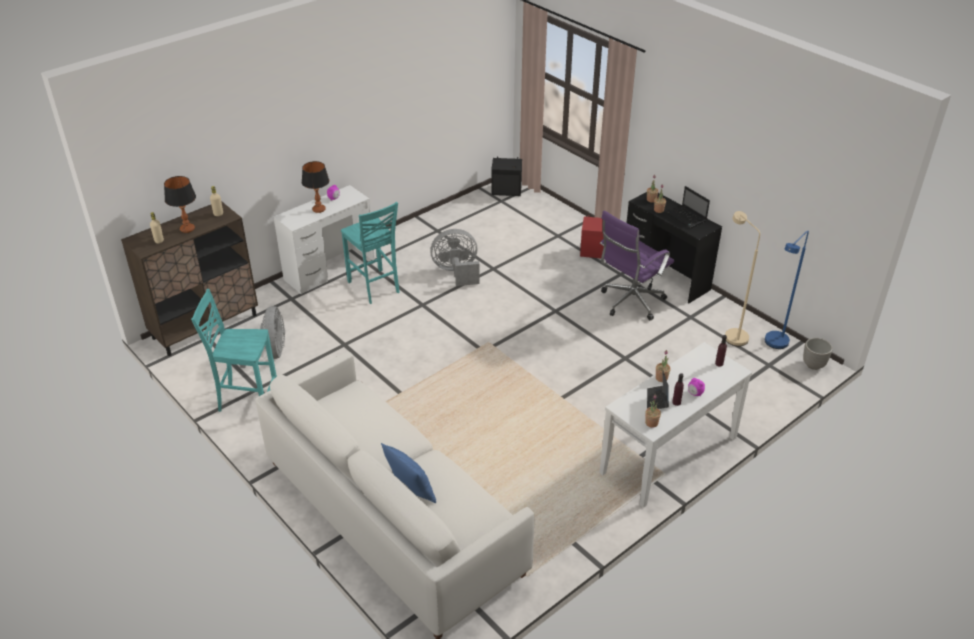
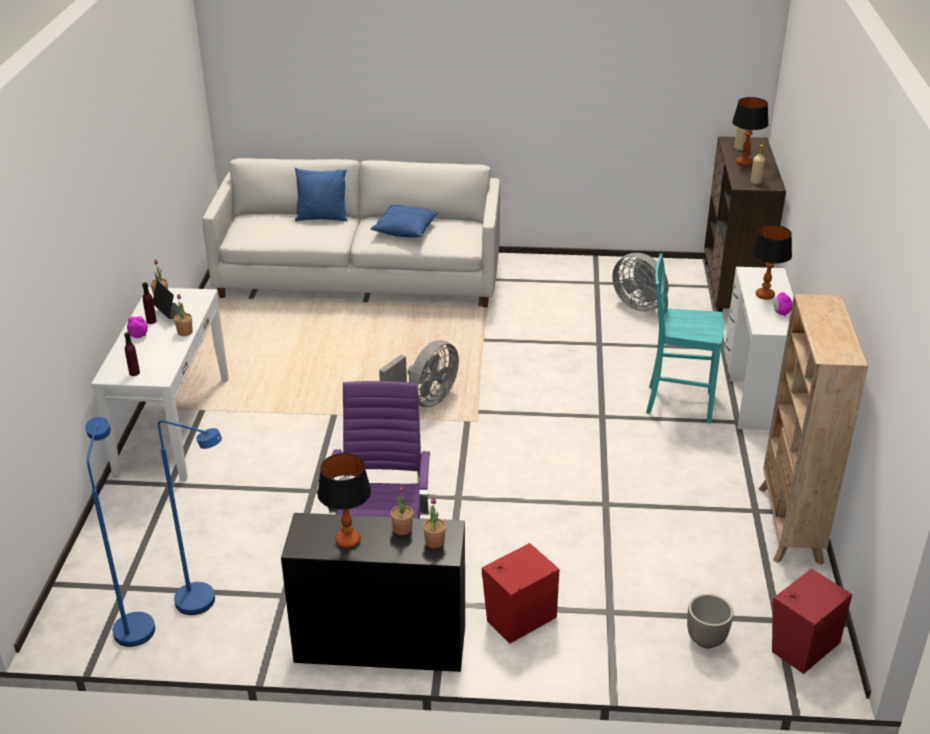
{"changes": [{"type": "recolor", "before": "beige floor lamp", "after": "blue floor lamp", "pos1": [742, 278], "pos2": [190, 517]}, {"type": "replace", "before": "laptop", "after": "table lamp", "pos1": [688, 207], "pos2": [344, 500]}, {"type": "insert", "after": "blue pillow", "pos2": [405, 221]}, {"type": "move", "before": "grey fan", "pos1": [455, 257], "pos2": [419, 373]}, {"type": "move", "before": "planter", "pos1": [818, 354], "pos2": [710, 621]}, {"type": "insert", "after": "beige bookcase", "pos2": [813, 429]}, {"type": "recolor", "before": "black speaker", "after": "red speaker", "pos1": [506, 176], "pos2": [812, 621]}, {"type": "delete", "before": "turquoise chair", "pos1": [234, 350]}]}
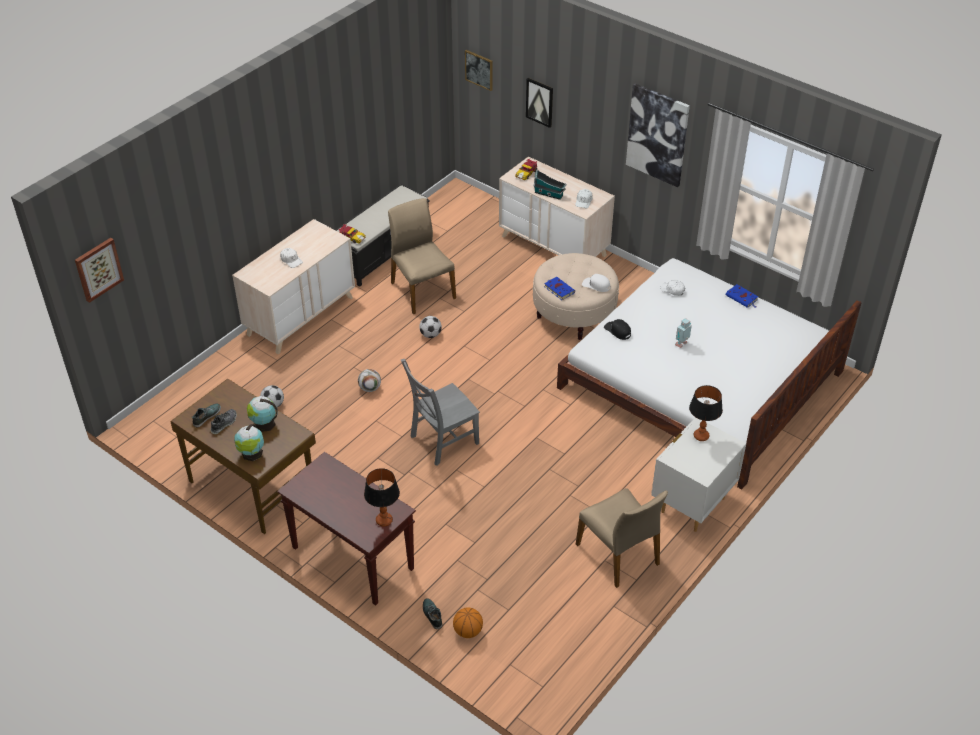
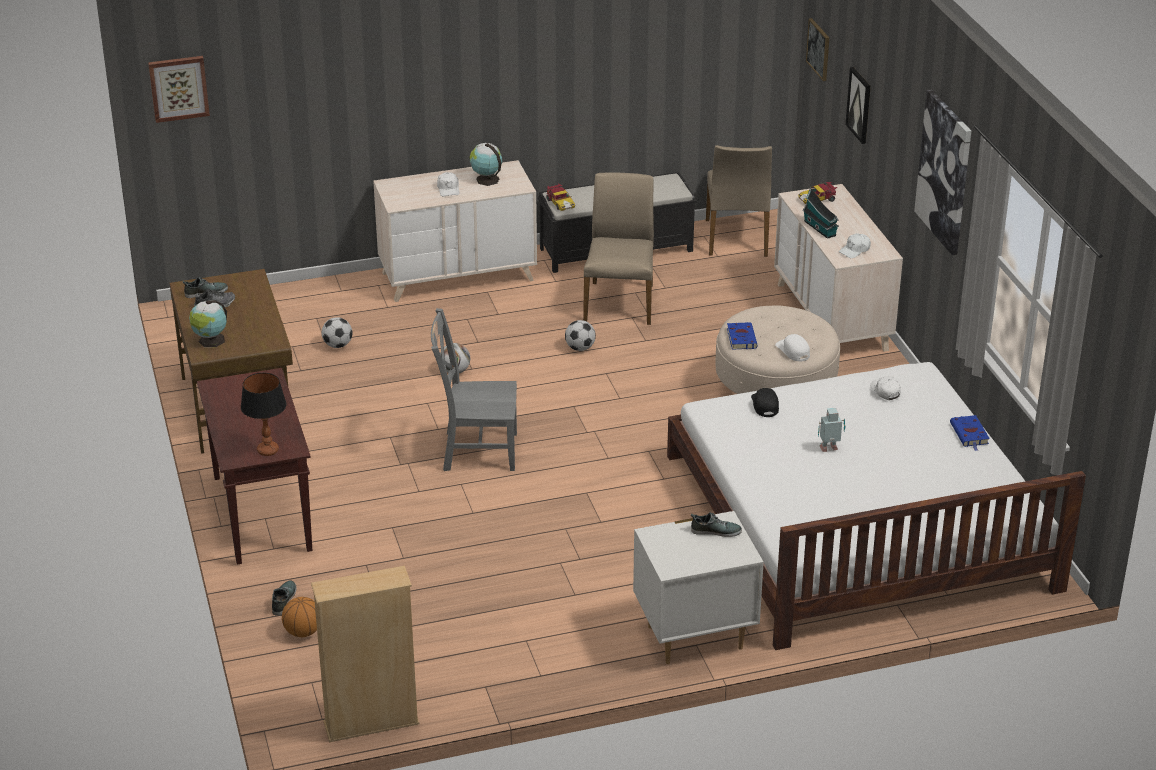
{"changes": [{"type": "insert", "after": "beige bookcase", "pos2": [365, 654]}, {"type": "move", "before": "globe", "pos1": [262, 414], "pos2": [486, 164]}, {"type": "replace", "before": "table lamp", "after": "shoe", "pos1": [706, 413], "pos2": [716, 524]}, {"type": "move", "before": "beige chair", "pos1": [622, 538], "pos2": [739, 201]}]}
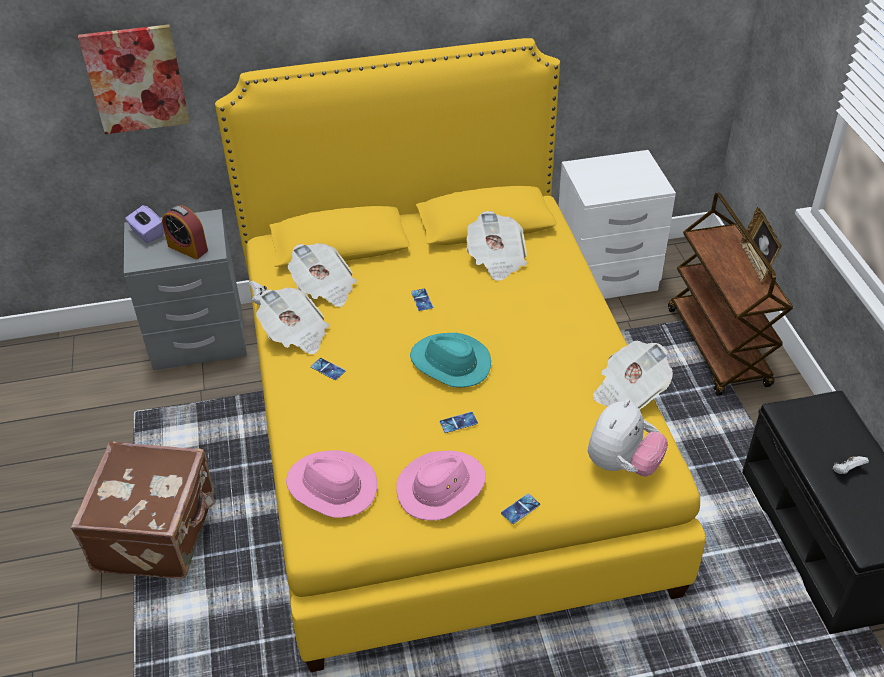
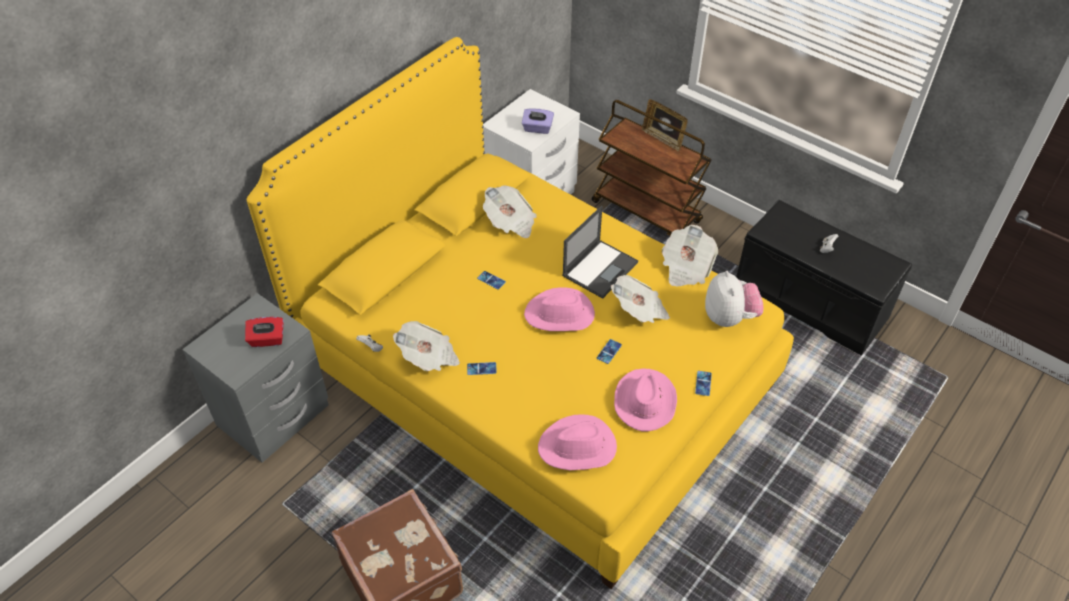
{"changes": [{"type": "replace", "before": "alarm clock", "after": "red tissue box", "pos1": [185, 232], "pos2": [264, 332]}, {"type": "move", "before": "purple tissue box", "pos1": [144, 224], "pos2": [538, 121]}, {"type": "recolor", "before": "turquoise hat", "after": "pink hat", "pos1": [450, 360], "pos2": [559, 309]}, {"type": "insert", "after": "laptop", "pos2": [600, 252]}, {"type": "move", "before": "newspaper", "pos1": [322, 275], "pos2": [640, 299]}, {"type": "delete", "before": "picture", "pos1": [134, 79]}]}
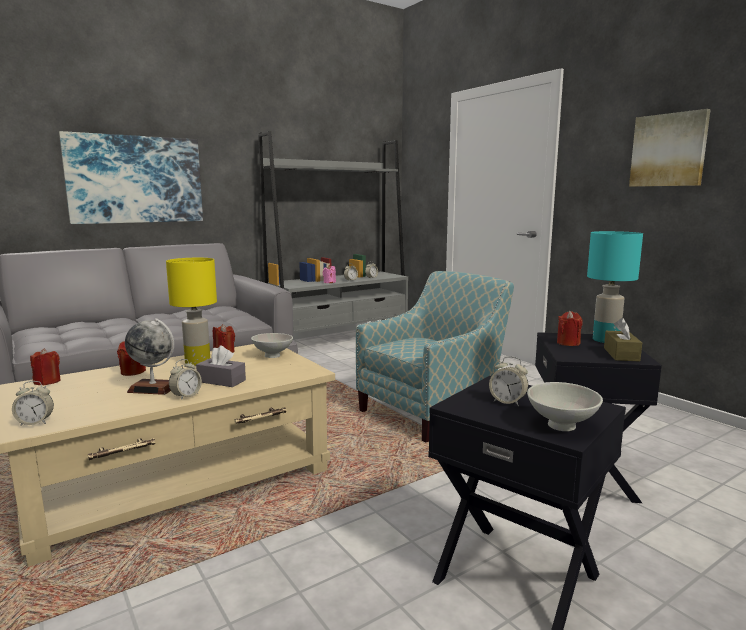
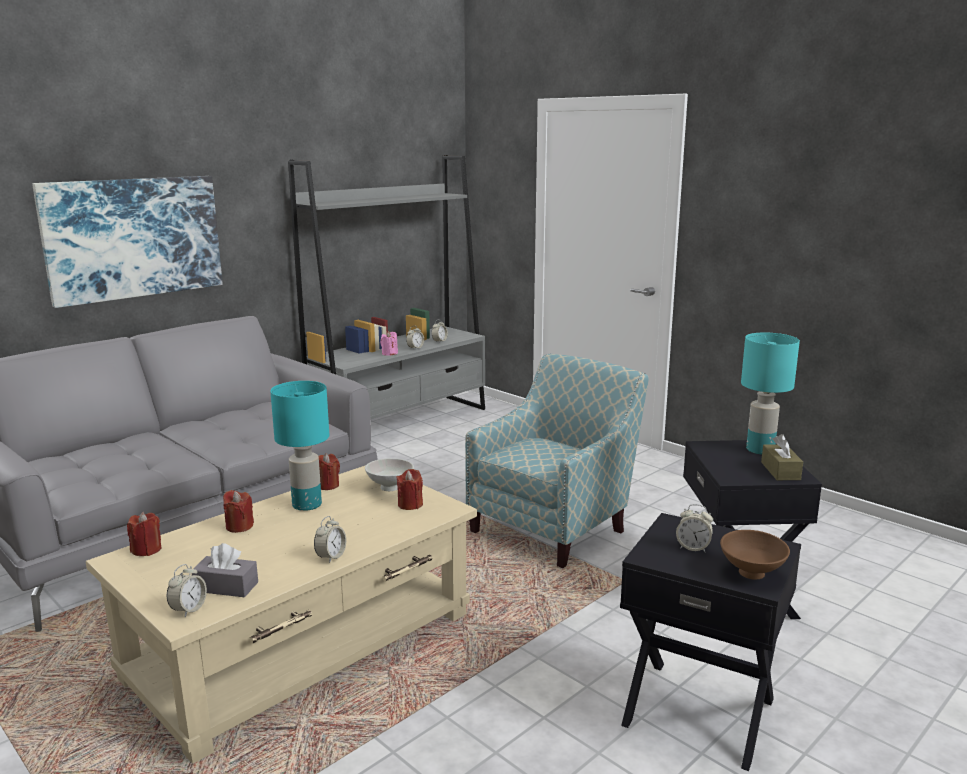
{"changes": [{"type": "rotate", "before": "alarm clock", "pos1": [33, 403], "pos2": [187, 590], "turn": -45}, {"type": "move", "before": "grey tissue box", "pos1": [221, 366], "pos2": [225, 570]}, {"type": "recolor", "before": "yellow table lamp", "after": "turquoise table lamp", "pos1": [191, 312], "pos2": [299, 446]}, {"type": "move", "before": "red candle", "pos1": [569, 328], "pos2": [409, 489]}, {"type": "recolor", "before": "white bowl", "after": "brown bowl", "pos1": [565, 406], "pos2": [755, 555]}, {"type": "delete", "before": "globe", "pos1": [149, 356]}, {"type": "delete", "before": "picture", "pos1": [670, 148]}]}
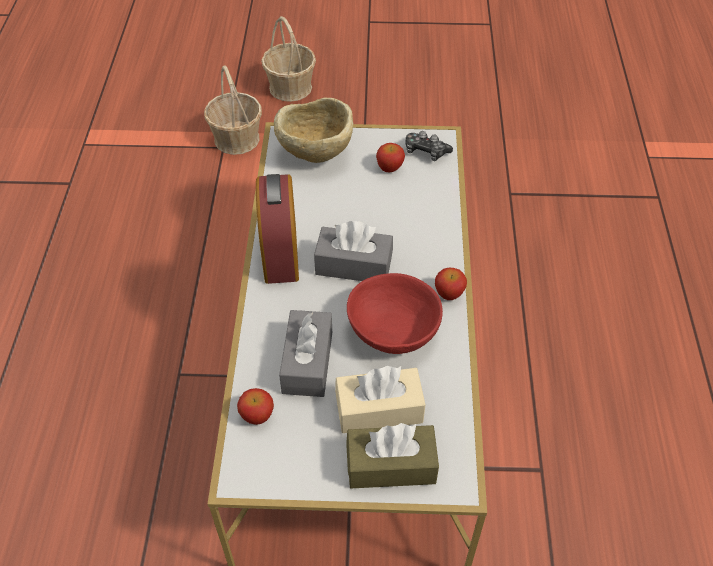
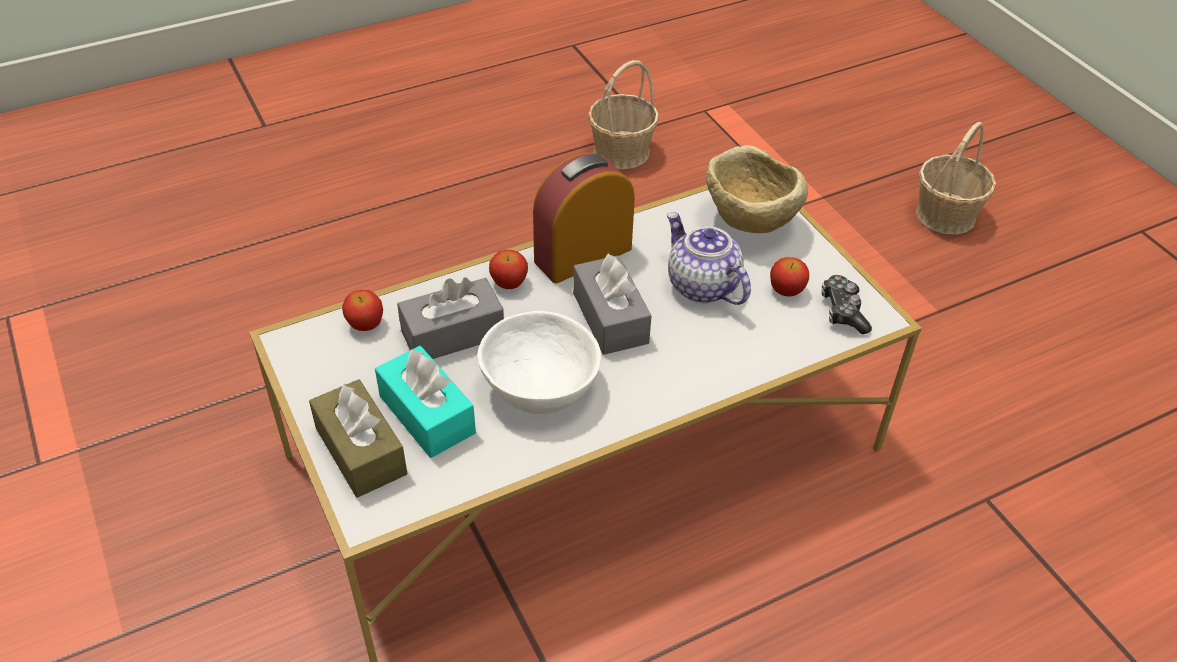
{"changes": [{"type": "recolor", "before": "beige tissue box", "after": "turquoise tissue box", "pos1": [380, 399], "pos2": [425, 402]}, {"type": "recolor", "before": "red bowl", "after": "white bowl", "pos1": [395, 313], "pos2": [539, 362]}, {"type": "move", "before": "apple", "pos1": [451, 284], "pos2": [508, 269]}, {"type": "move", "before": "basket", "pos1": [233, 110], "pos2": [623, 114]}, {"type": "insert", "after": "teapot", "pos2": [709, 258]}]}
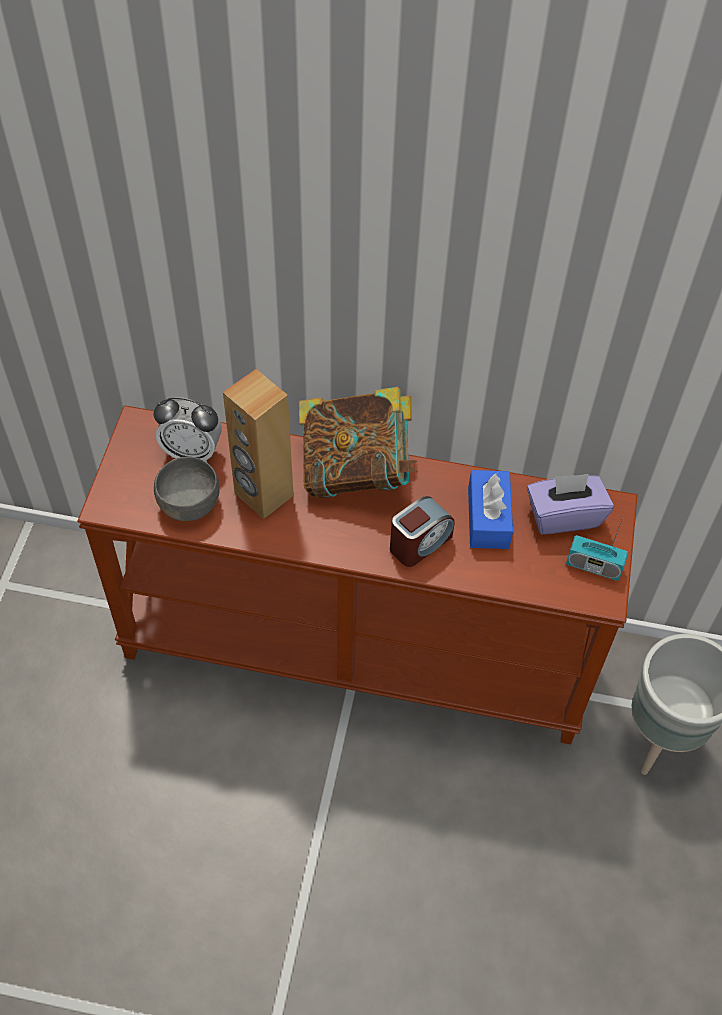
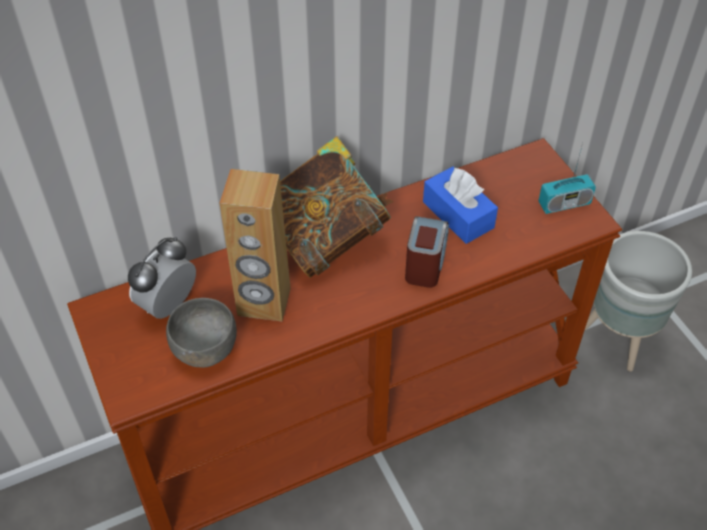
{"changes": [{"type": "rotate", "before": "alarm clock", "pos1": [187, 429], "pos2": [162, 278], "turn": 150}, {"type": "delete", "before": "purple tissue box", "pos1": [570, 504]}]}
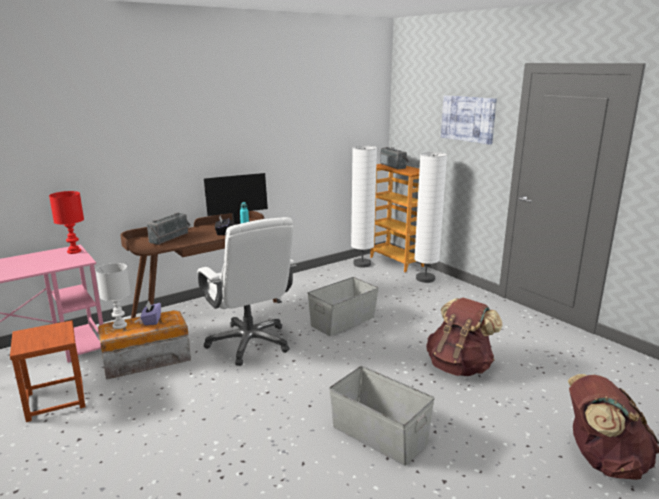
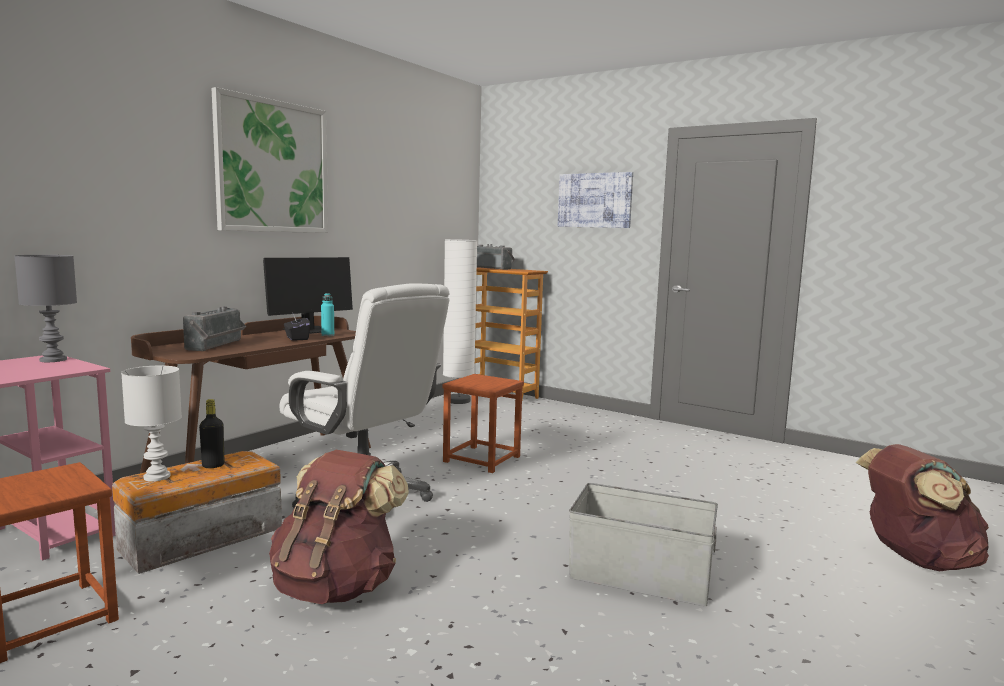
{"changes": [{"type": "recolor", "before": "red table lamp", "after": "grey table lamp", "pos1": [66, 222], "pos2": [45, 308]}, {"type": "replace", "before": "purple tissue box", "after": "black bottle", "pos1": [151, 313], "pos2": [211, 433]}, {"type": "insert", "after": "picture", "pos2": [270, 160]}, {"type": "move", "before": "brown backpack", "pos1": [464, 336], "pos2": [339, 527]}, {"type": "replace", "before": "grey storage box", "after": "brown stool", "pos1": [343, 306], "pos2": [483, 423]}, {"type": "delete", "before": "white floor lamp", "pos1": [430, 217]}]}
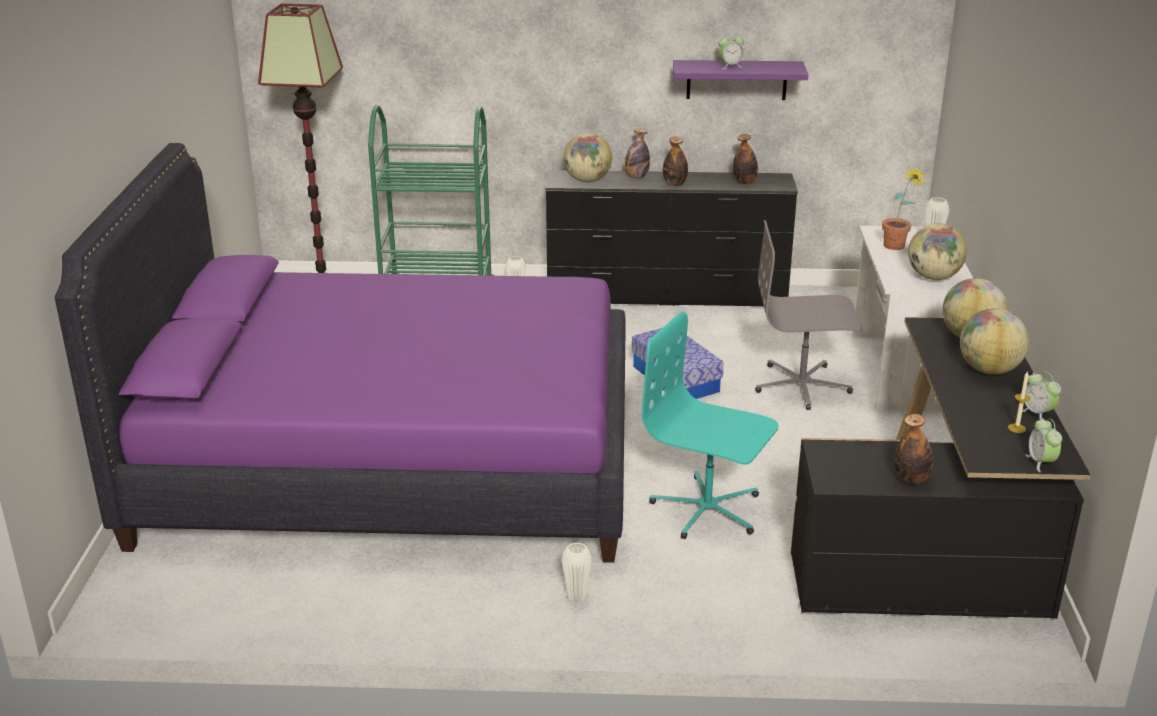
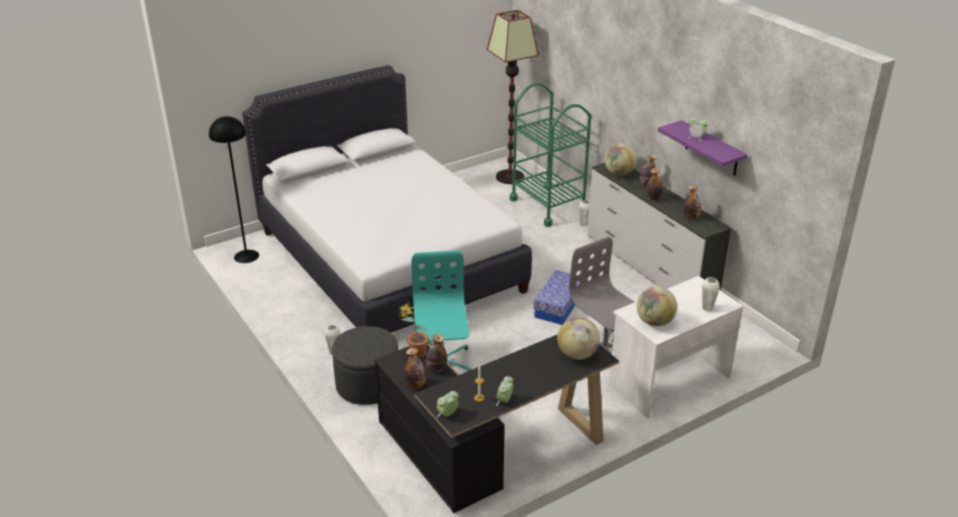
{"changes": [{"type": "insert", "after": "black floor lamp", "pos2": [234, 189]}, {"type": "recolor", "before": "purple bed", "after": "white bed", "pos1": [340, 353], "pos2": [387, 199]}, {"type": "insert", "after": "grey ottoman", "pos2": [365, 365]}, {"type": "move", "before": "potted plant", "pos1": [904, 208], "pos2": [413, 330]}, {"type": "insert", "after": "bottle", "pos2": [436, 353]}, {"type": "recolor", "before": "black dresser", "after": "white dresser", "pos1": [671, 238], "pos2": [659, 226]}, {"type": "delete", "before": "globe", "pos1": [994, 342]}]}
